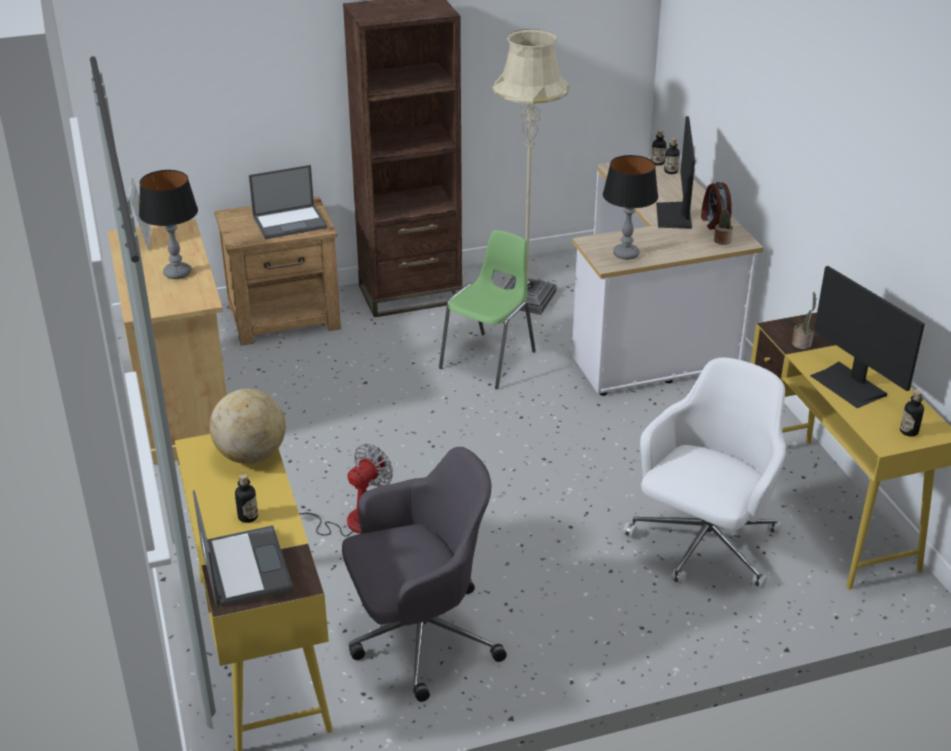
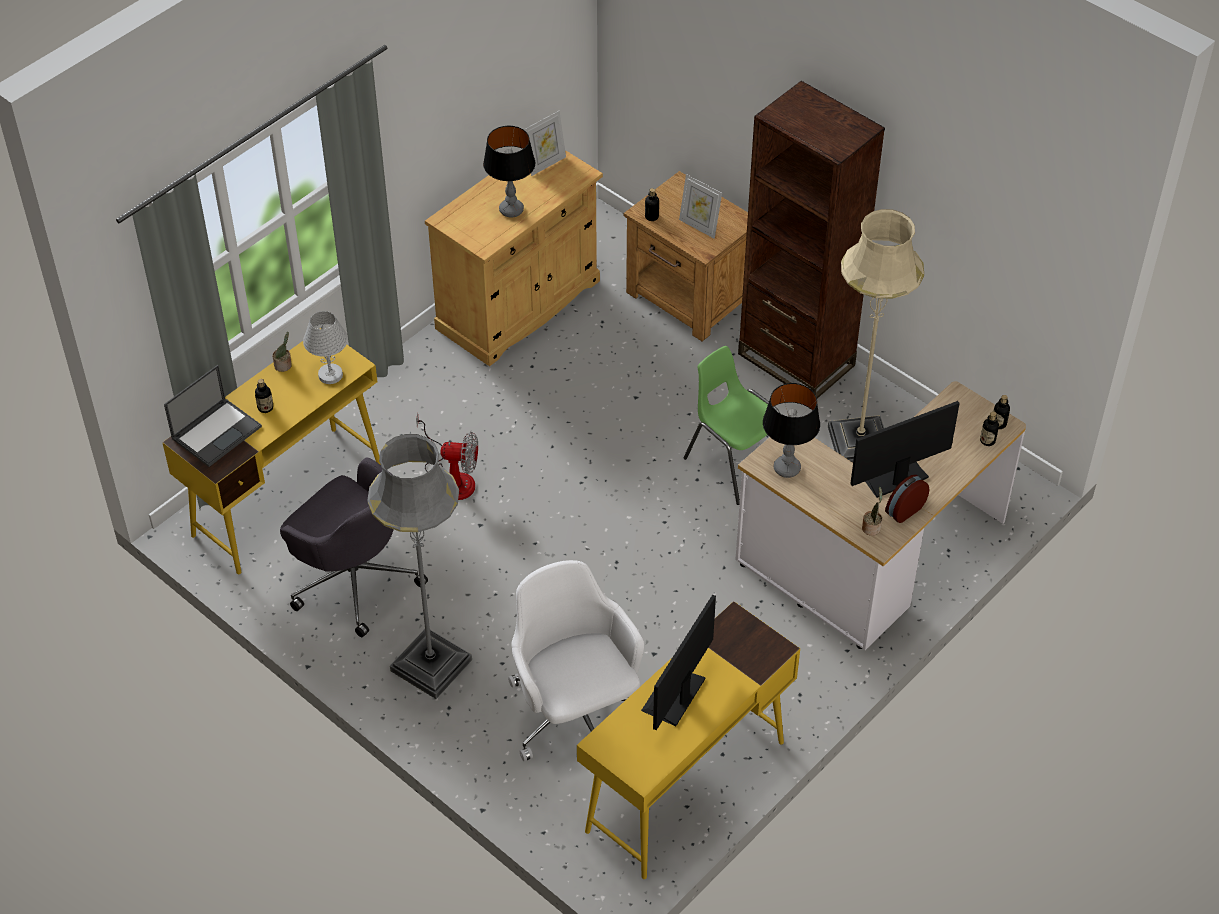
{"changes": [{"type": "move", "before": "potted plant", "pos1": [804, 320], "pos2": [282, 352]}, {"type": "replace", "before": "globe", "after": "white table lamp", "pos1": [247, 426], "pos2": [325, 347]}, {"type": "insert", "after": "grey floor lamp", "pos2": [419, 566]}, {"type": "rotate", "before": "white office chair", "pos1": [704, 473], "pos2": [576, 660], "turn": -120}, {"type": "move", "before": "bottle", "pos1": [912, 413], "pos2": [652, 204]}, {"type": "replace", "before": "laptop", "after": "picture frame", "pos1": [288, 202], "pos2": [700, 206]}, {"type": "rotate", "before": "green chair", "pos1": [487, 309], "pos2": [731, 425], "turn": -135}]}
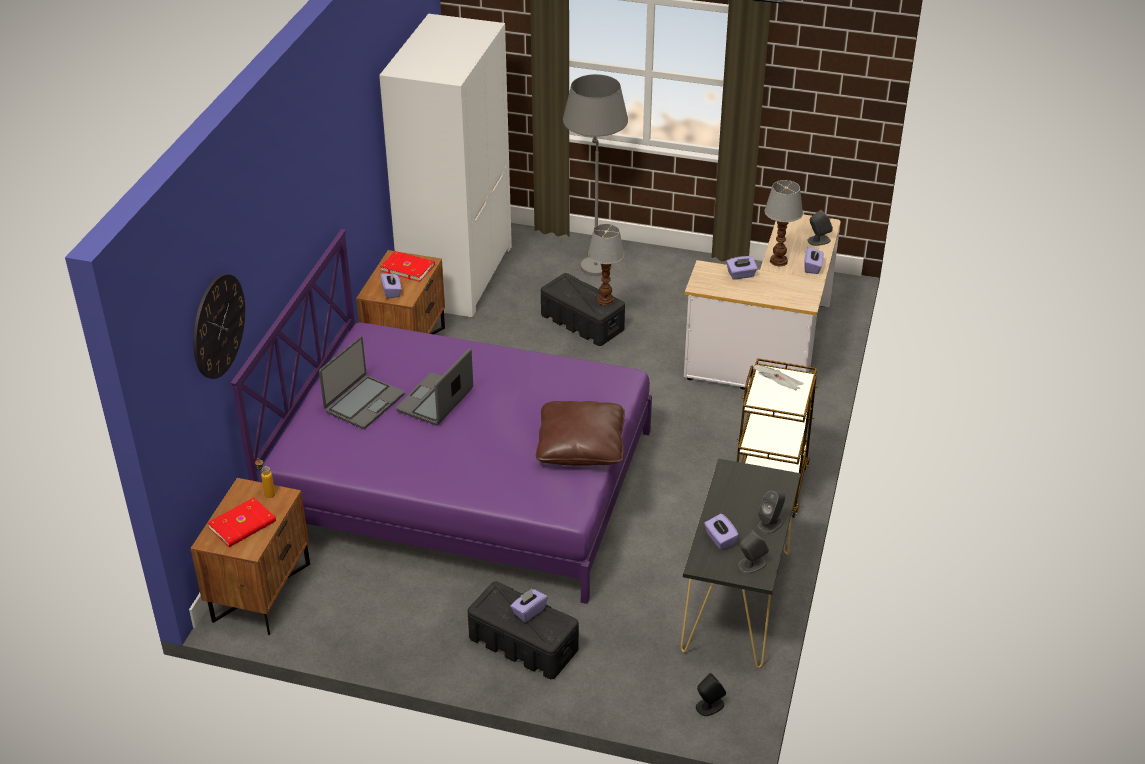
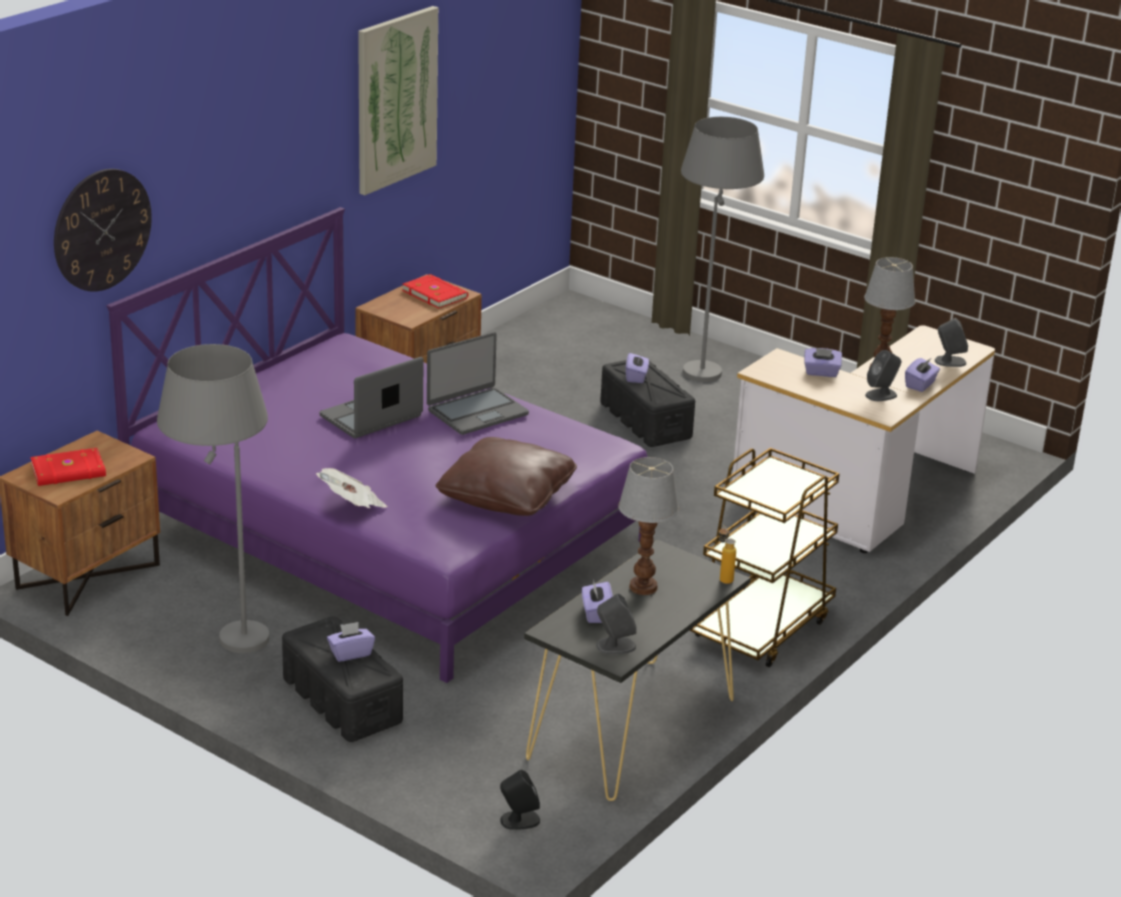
{"changes": [{"type": "insert", "after": "grey floor lamp", "pos2": [213, 498]}, {"type": "move", "before": "newspaper", "pos1": [779, 377], "pos2": [351, 488]}, {"type": "insert", "after": "picture", "pos2": [398, 100]}, {"type": "move", "before": "laptop", "pos1": [361, 382], "pos2": [478, 383]}, {"type": "move", "before": "table lamp", "pos1": [606, 264], "pos2": [648, 526]}, {"type": "move", "before": "purple tissue box", "pos1": [391, 285], "pos2": [637, 367]}, {"type": "move", "before": "bottle", "pos1": [265, 478], "pos2": [727, 554]}, {"type": "move", "before": "grey speaker", "pos1": [771, 512], "pos2": [883, 375]}, {"type": "delete", "before": "white wardrobe", "pos1": [445, 166]}]}
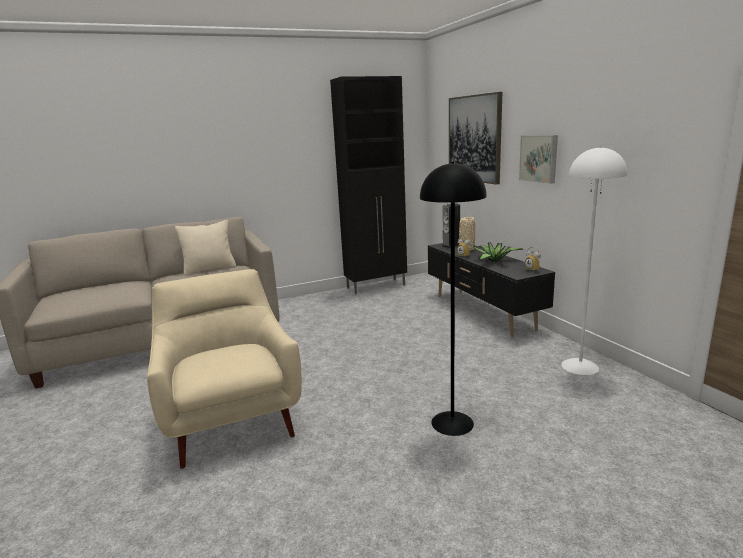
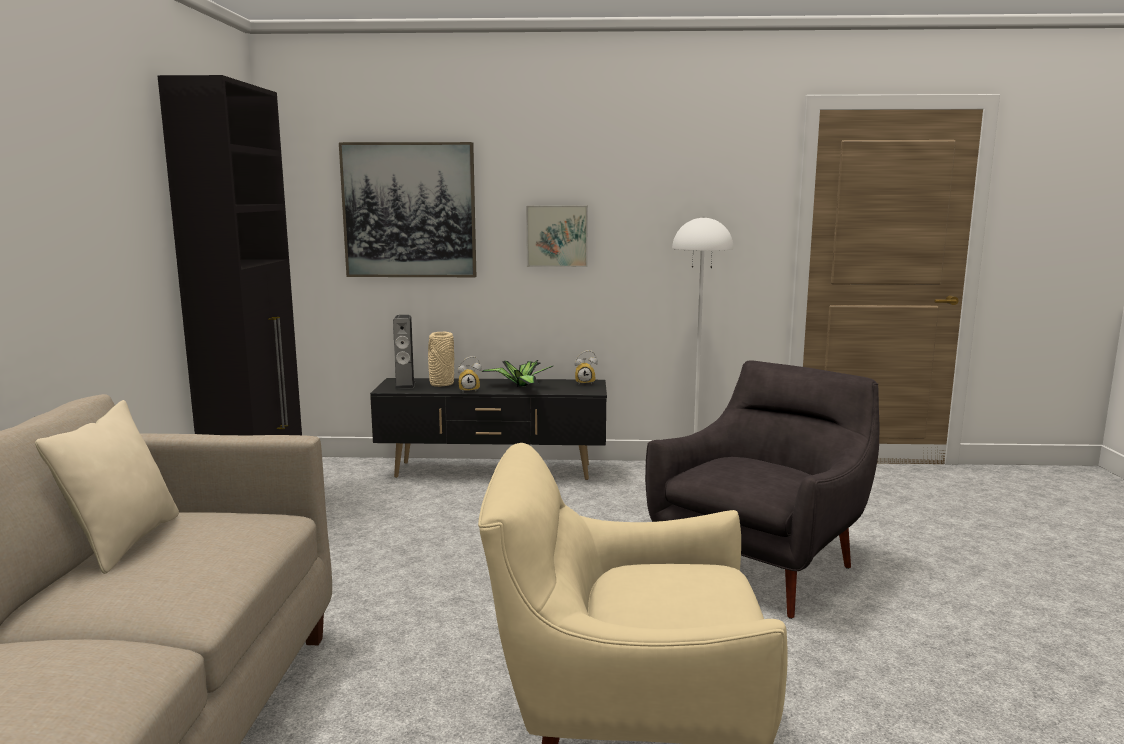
{"changes": [{"type": "replace", "before": "black floor lamp", "after": "grey armchair", "pos1": [453, 298], "pos2": [762, 490]}]}
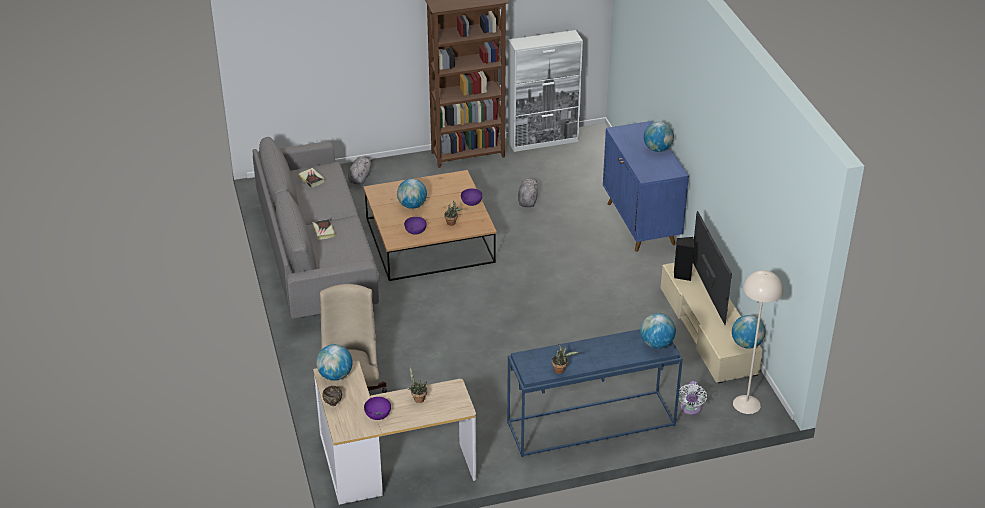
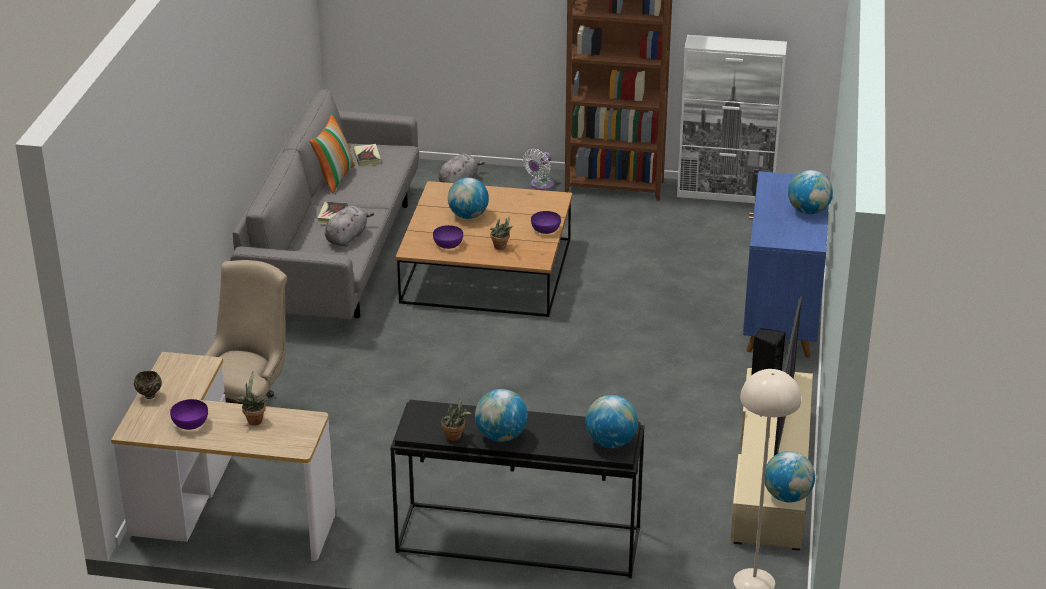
{"changes": [{"type": "insert", "after": "pillow", "pos2": [332, 153]}, {"type": "move", "before": "grey plush toy", "pos1": [528, 193], "pos2": [349, 226]}, {"type": "recolor", "before": "blue console table", "after": "black console table", "pos1": [595, 393], "pos2": [517, 489]}, {"type": "move", "before": "globe", "pos1": [334, 362], "pos2": [501, 415]}, {"type": "move", "before": "white fan", "pos1": [693, 398], "pos2": [538, 169]}]}
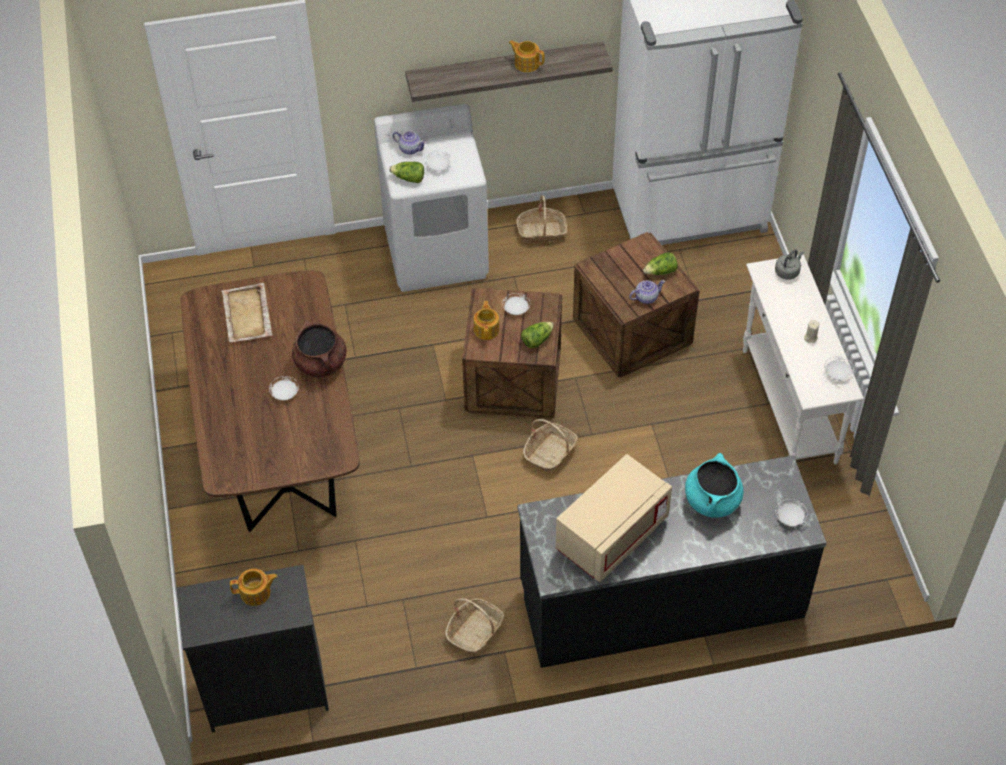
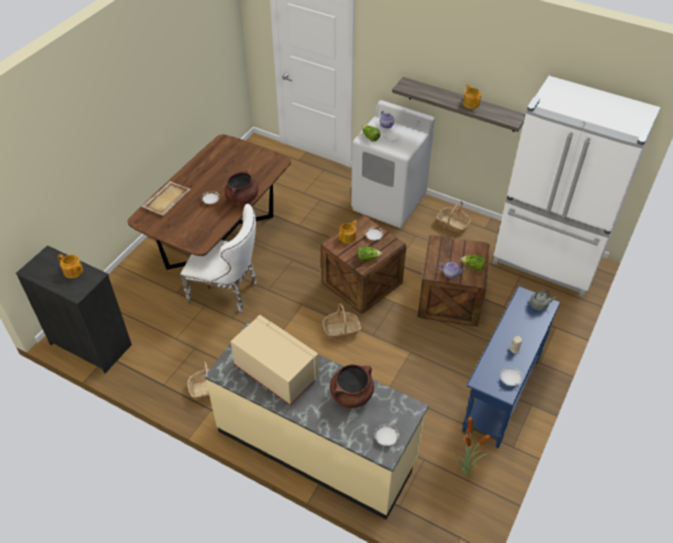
{"changes": [{"type": "move", "before": "beige tray", "pos1": [246, 313], "pos2": [166, 198]}, {"type": "insert", "after": "white chair", "pos2": [218, 258]}, {"type": "recolor", "before": "black counter", "after": "beige counter", "pos1": [672, 561], "pos2": [316, 421]}, {"type": "rotate", "before": "beige microwave", "pos1": [614, 518], "pos2": [275, 360], "turn": -135}, {"type": "recolor", "before": "turquoise cooking pot", "after": "brown cooking pot", "pos1": [714, 485], "pos2": [352, 386]}, {"type": "insert", "after": "potted plant", "pos2": [470, 446]}, {"type": "recolor", "before": "white console table", "after": "blue console table", "pos1": [803, 359], "pos2": [511, 367]}]}
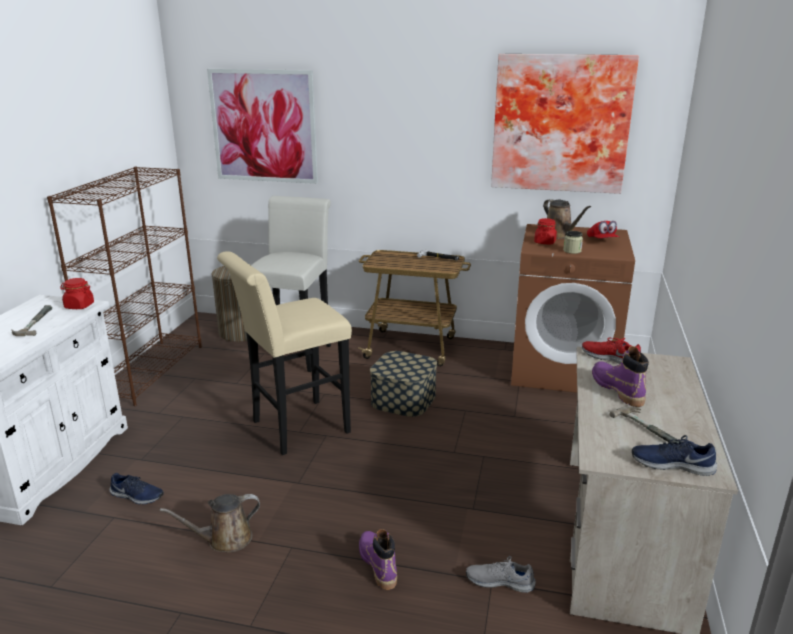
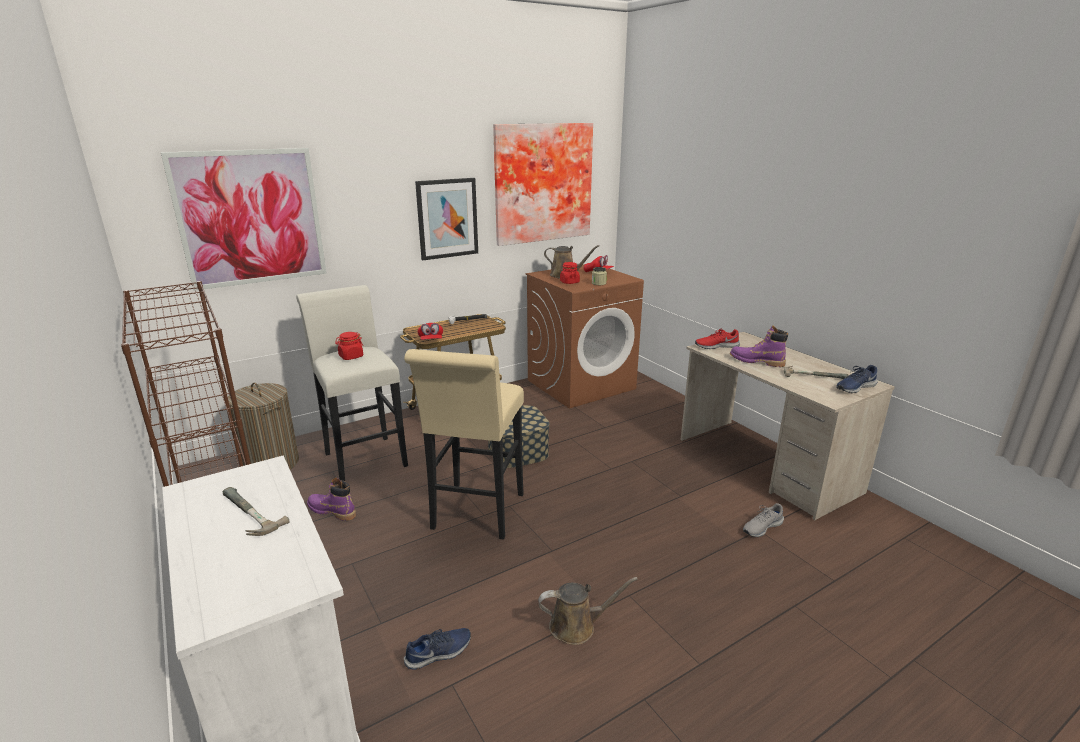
{"changes": [{"type": "move", "before": "purple boot", "pos1": [378, 559], "pos2": [331, 499]}, {"type": "move", "before": "red jar", "pos1": [77, 293], "pos2": [349, 346]}, {"type": "insert", "after": "picture", "pos2": [446, 219]}, {"type": "insert", "after": "red cap", "pos2": [430, 331]}, {"type": "rotate", "before": "brown watering can", "pos1": [210, 523], "pos2": [588, 611], "turn": -120}]}
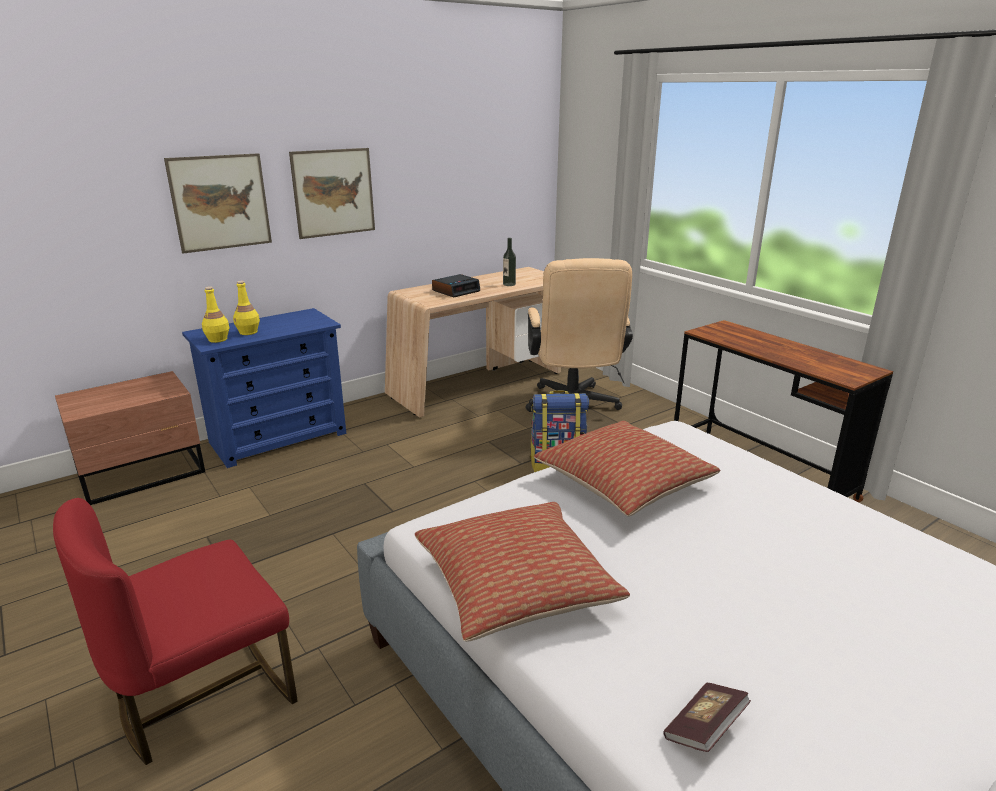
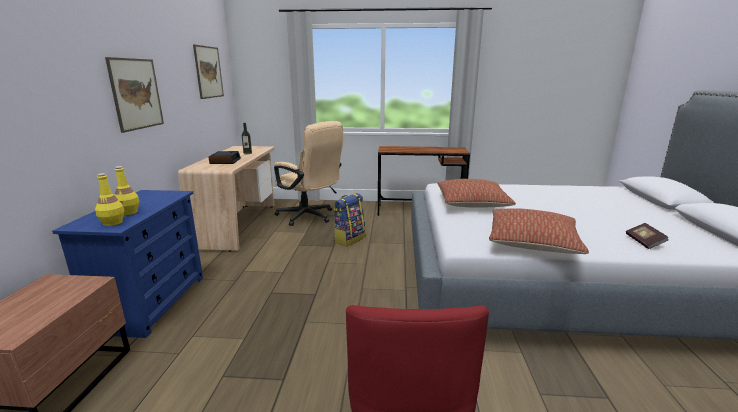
{"changes": [{"type": "move", "before": "picture", "pos1": [218, 203], "pos2": [208, 72]}]}
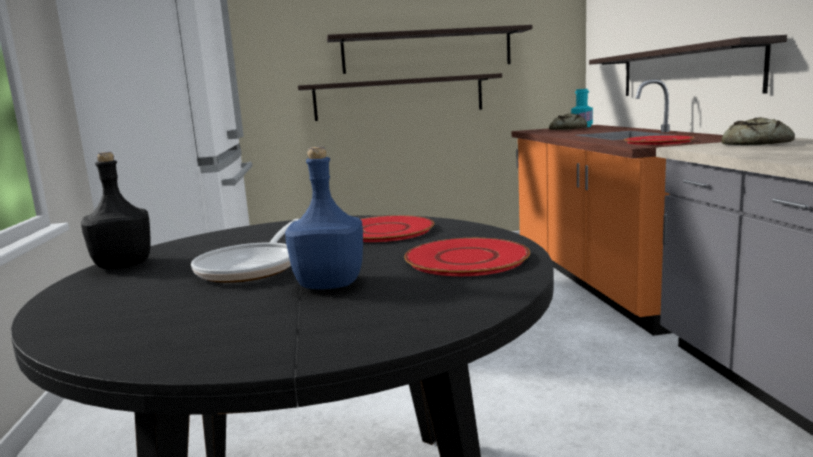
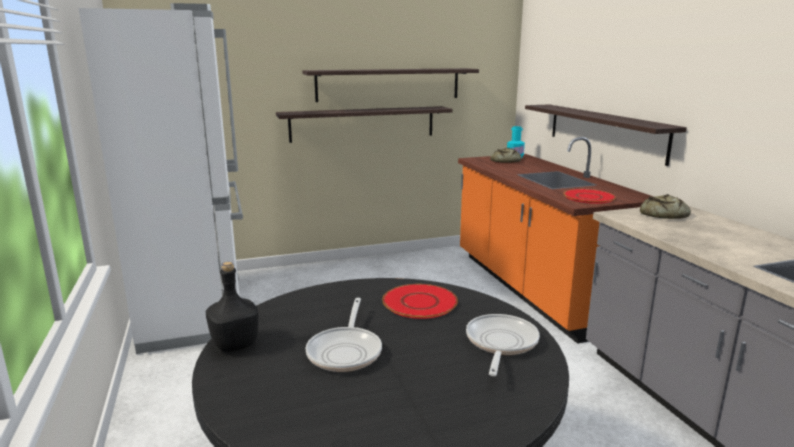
{"changes": [{"type": "replace", "before": "red plate", "after": "frying pan", "pos1": [467, 257], "pos2": [503, 345]}, {"type": "delete", "before": "blue bottle", "pos1": [324, 218]}]}
